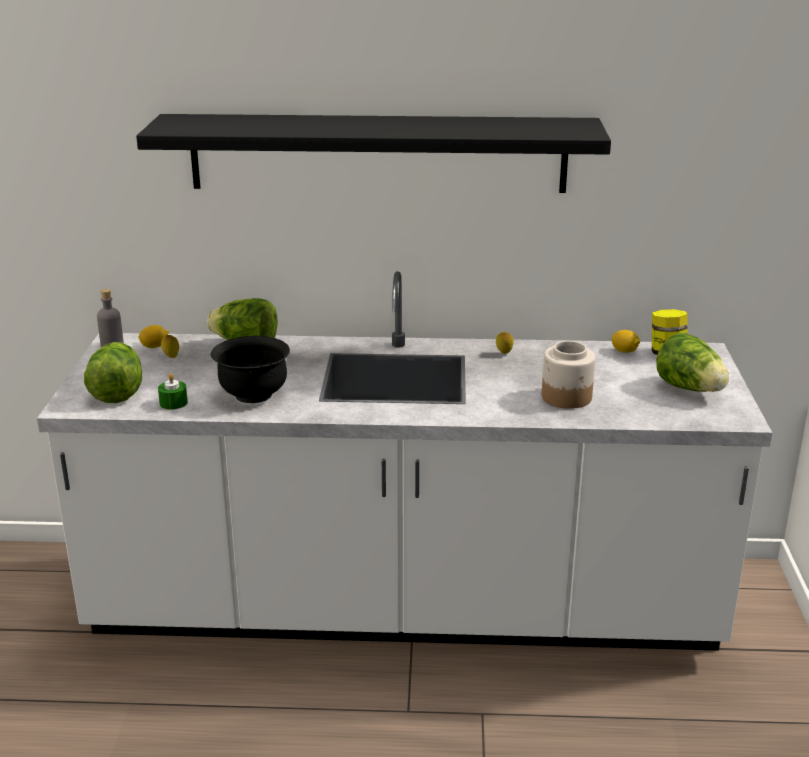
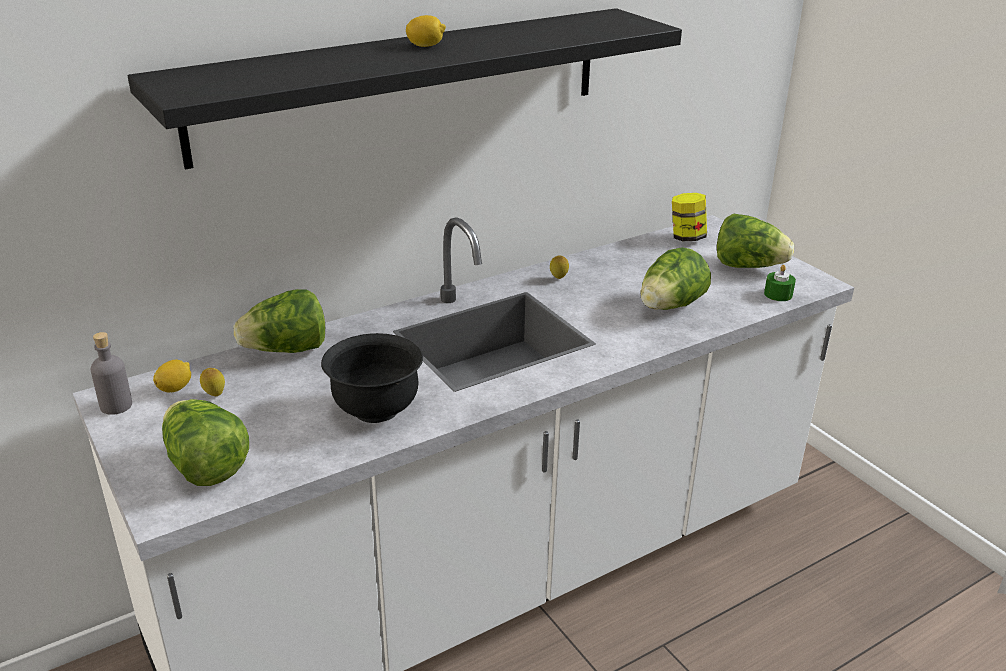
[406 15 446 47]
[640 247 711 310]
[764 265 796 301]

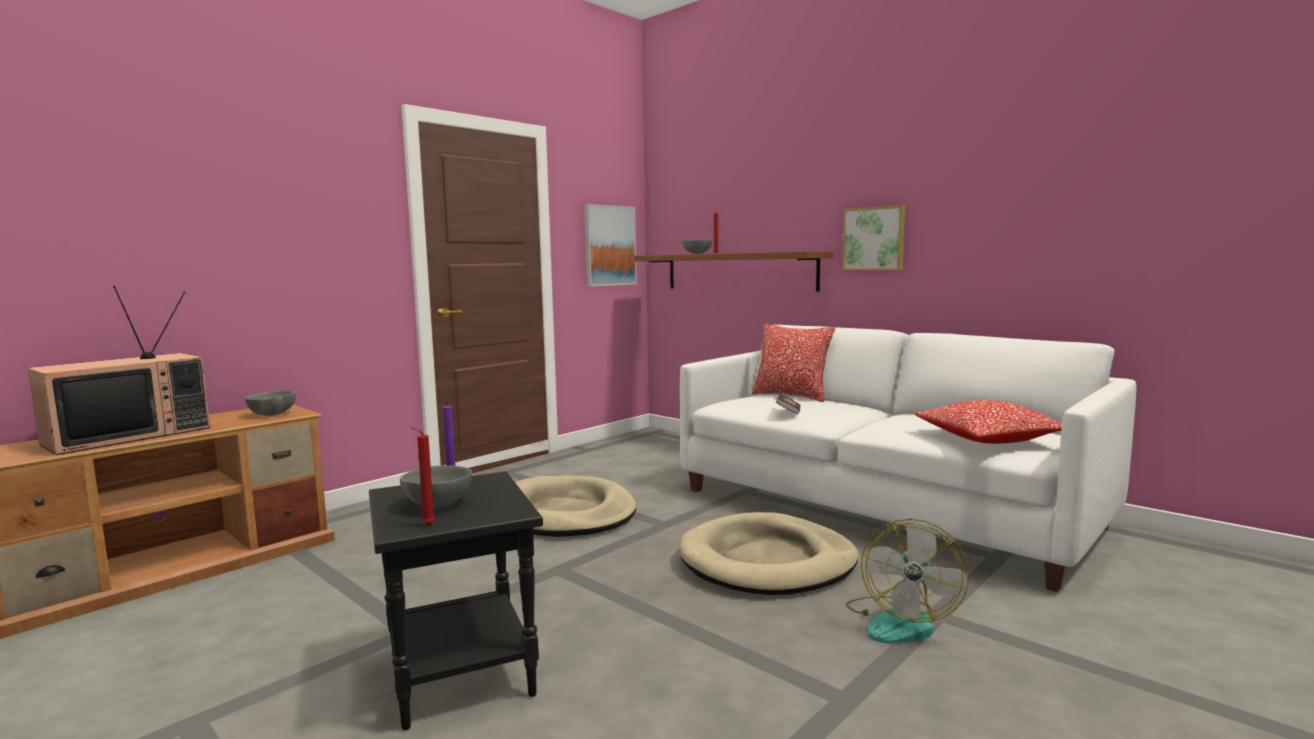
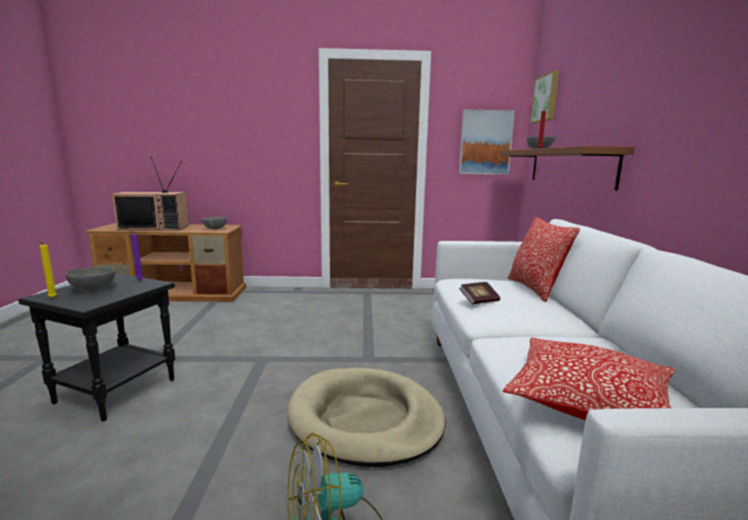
[530 70 559 123]
[38 239 57 298]
[515 475 637 537] (first image)

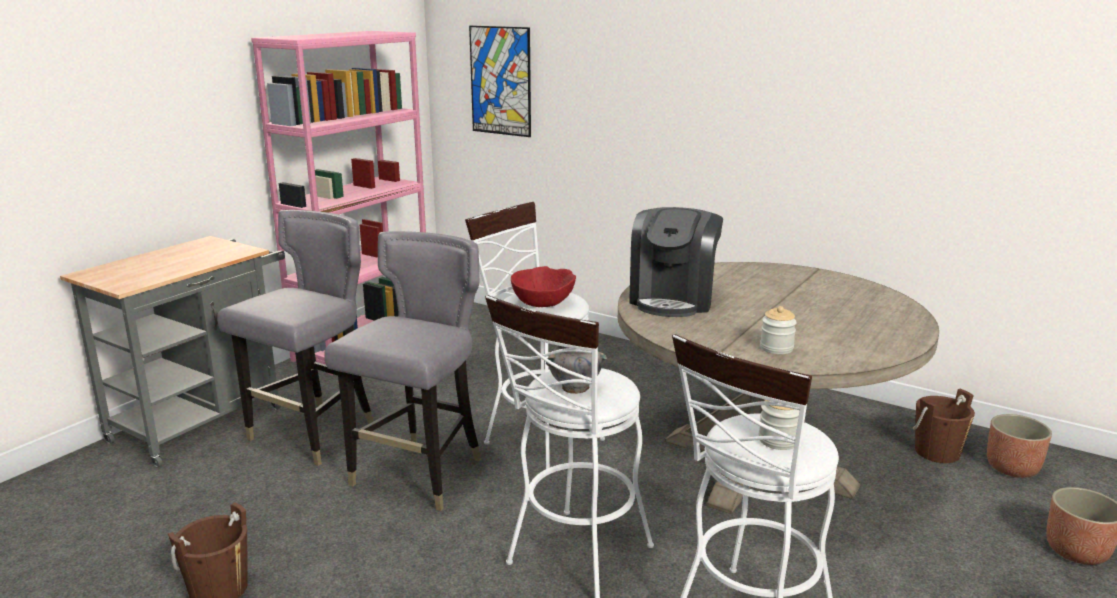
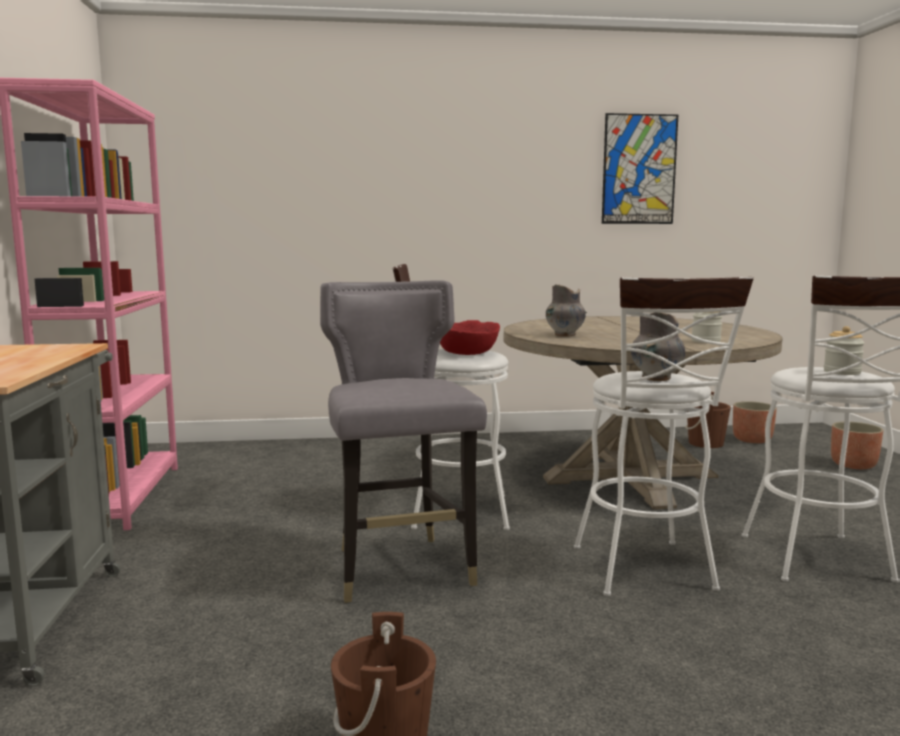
[602 113 678 224]
[546 284 587 337]
[217 210 374 466] (first image)

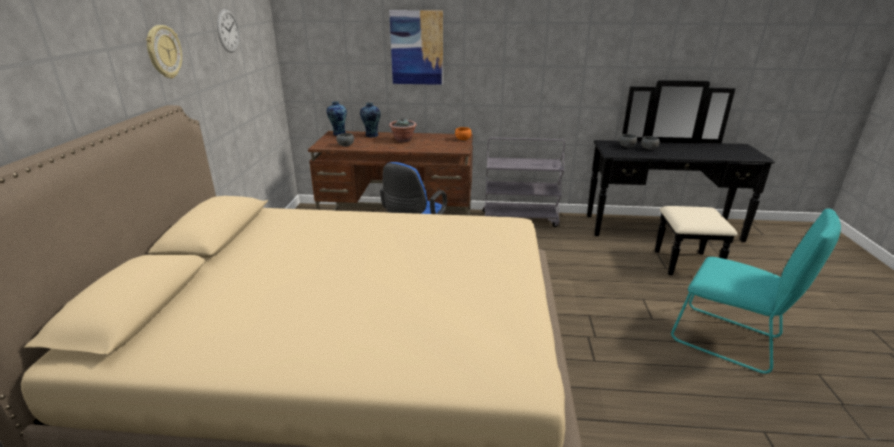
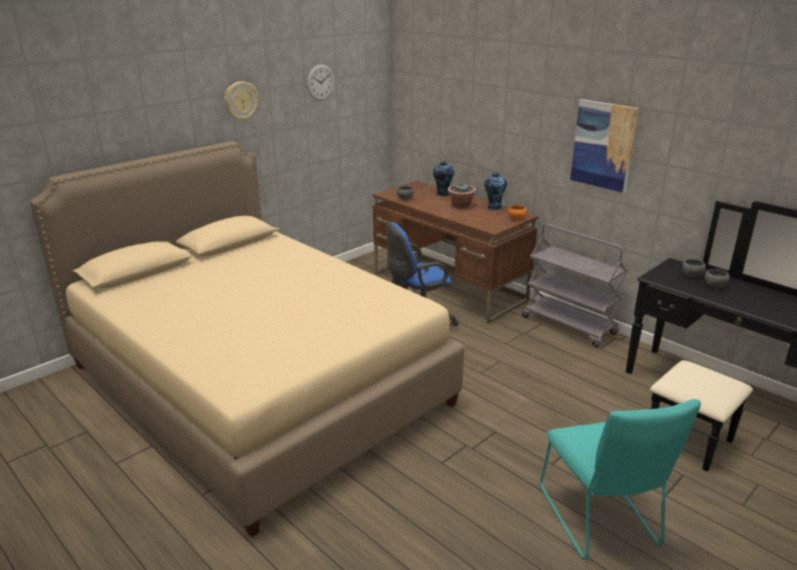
[570 99 639 193]
[485 173 507 210]

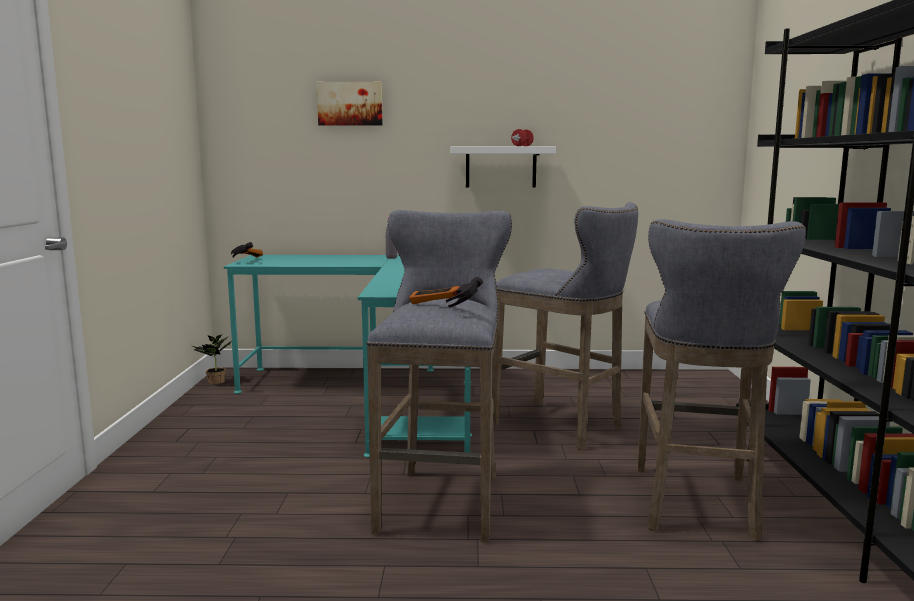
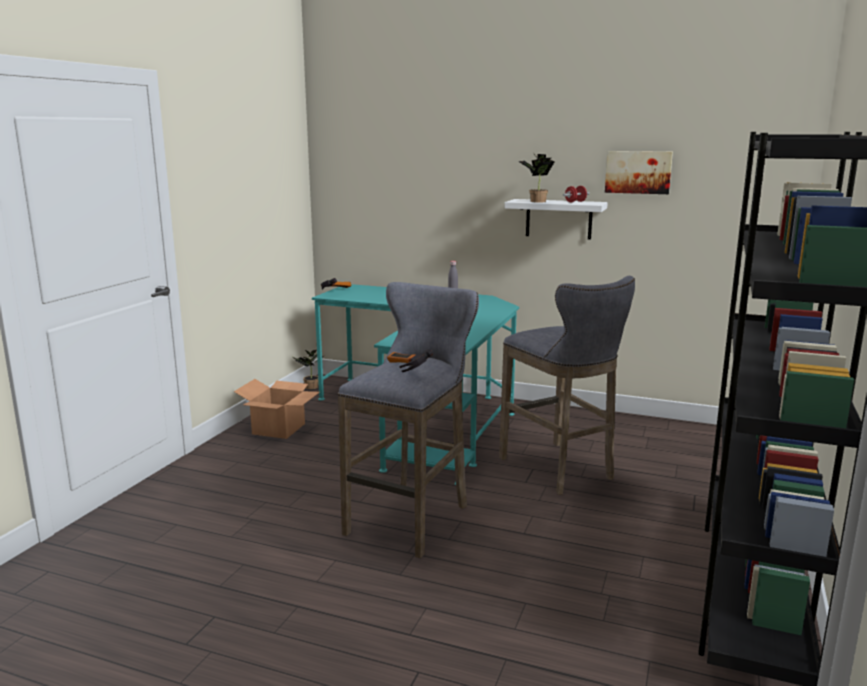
[605 151 673 194]
[637 219 806 542] (first image)
[518 154 554 203]
[234 379 319 439]

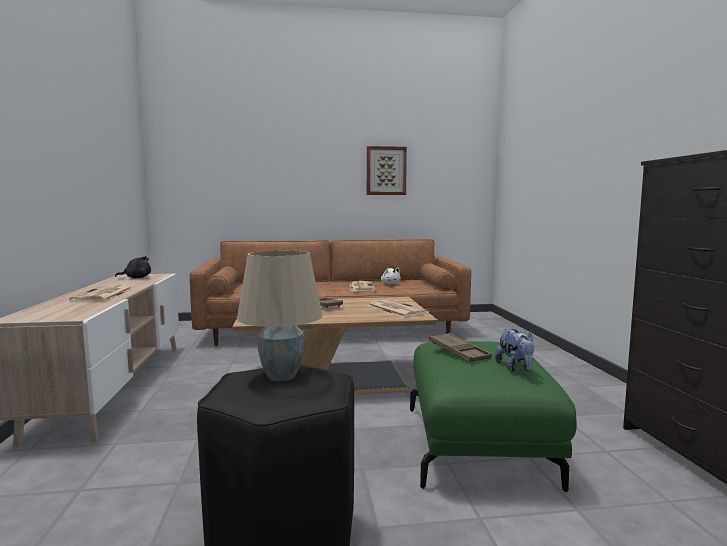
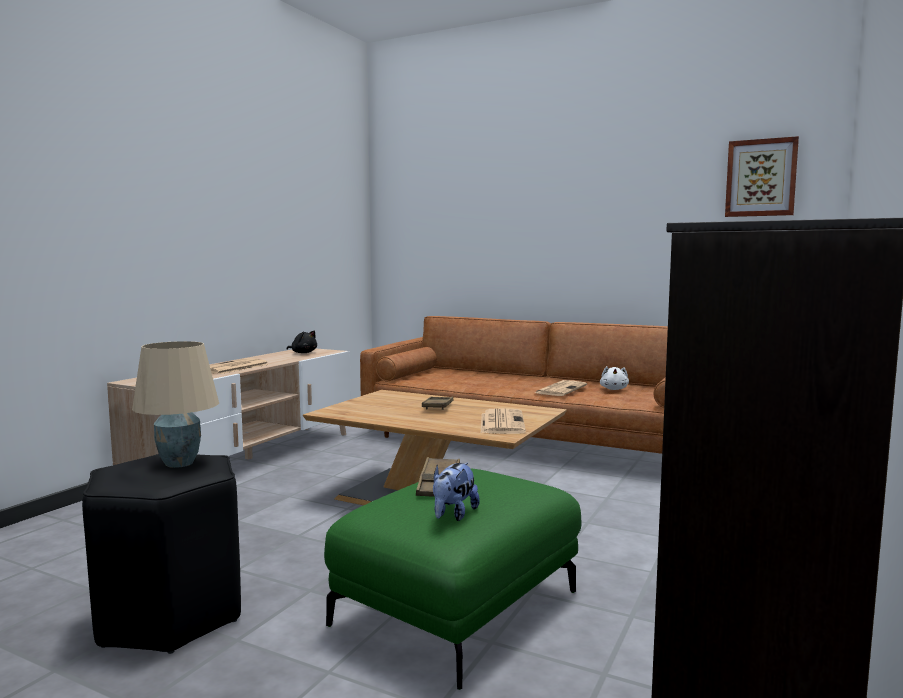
[725 136 799 217]

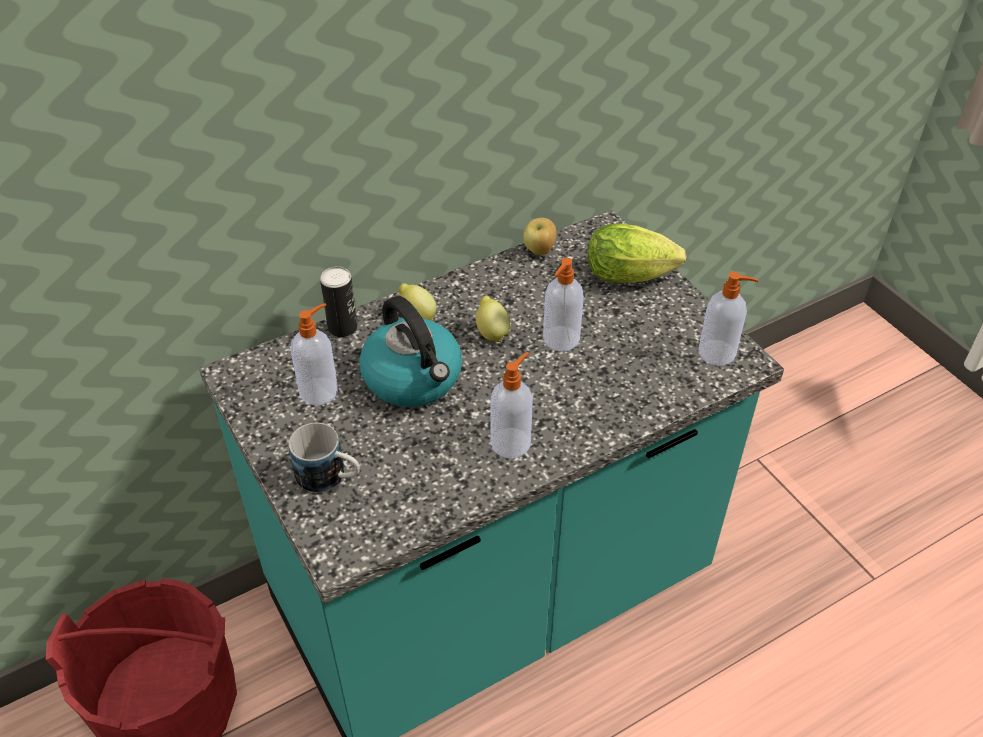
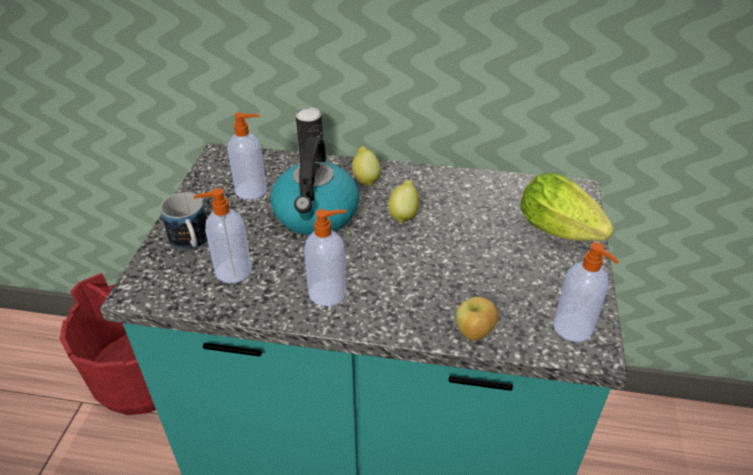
[456 297 498 341]
[194 188 252 283]

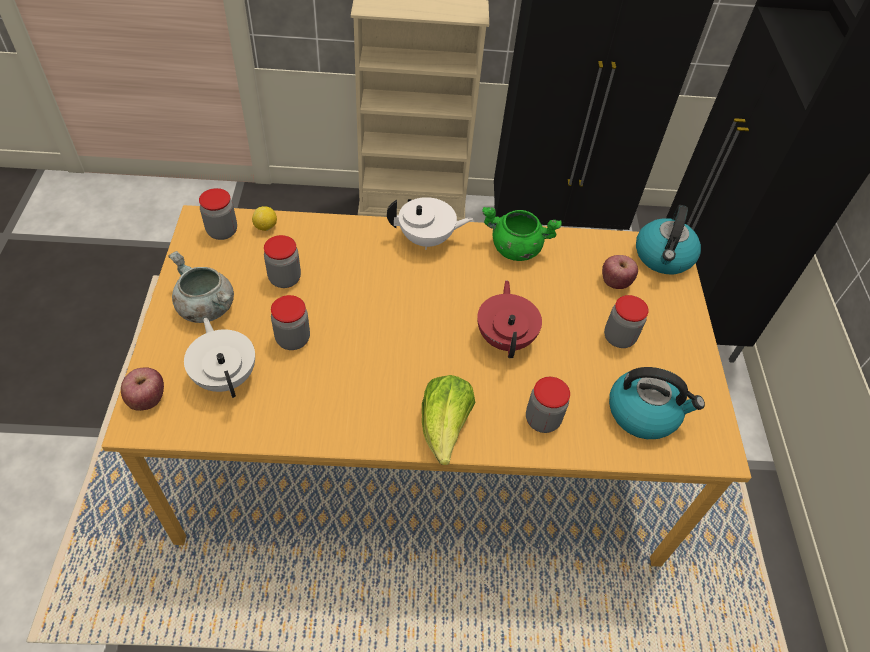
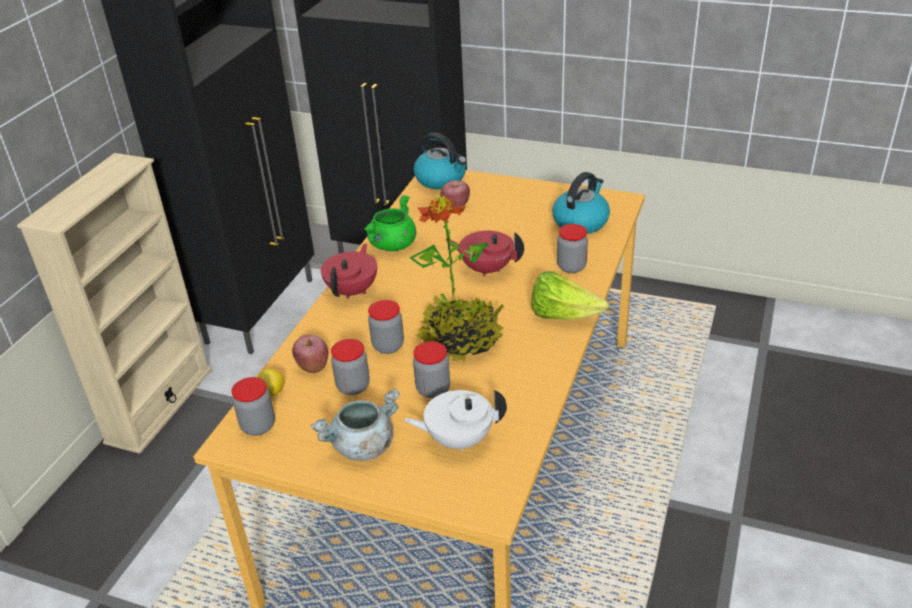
[321 244 377 299]
[368 300 404 354]
[292 334 328 373]
[409 196 504 362]

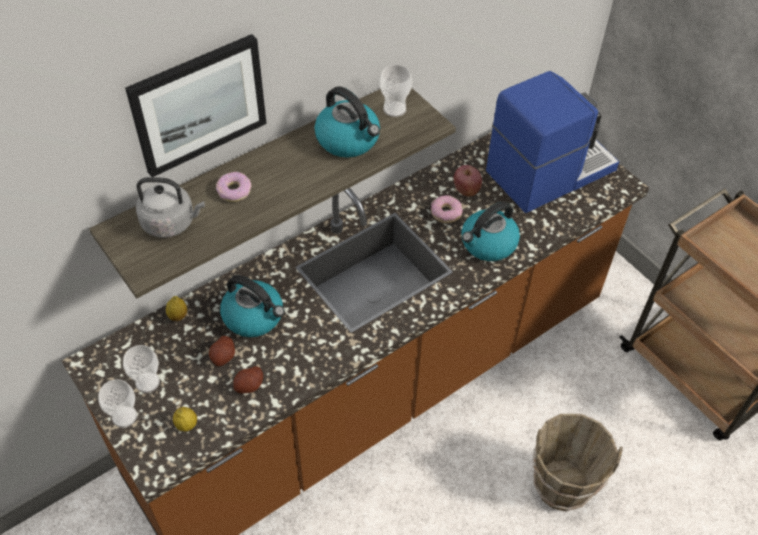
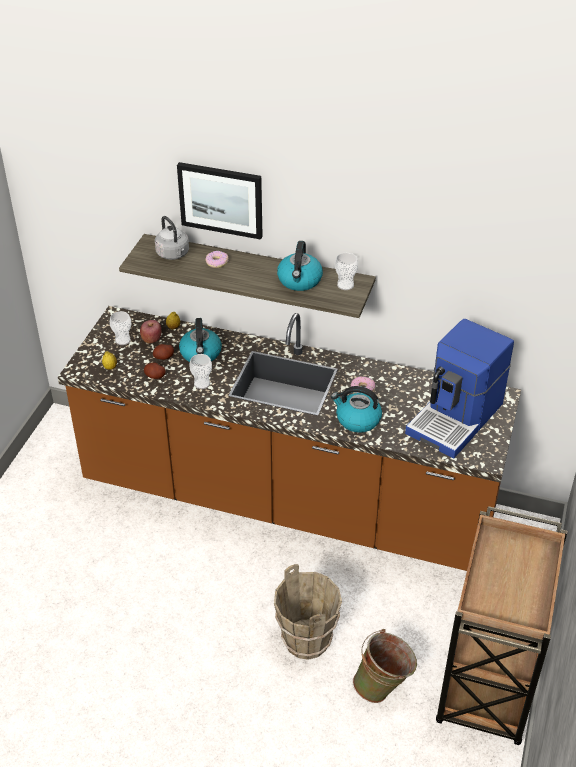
[405 319 514 458]
[140 320 161 343]
[190 354 212 389]
[353 629 417 703]

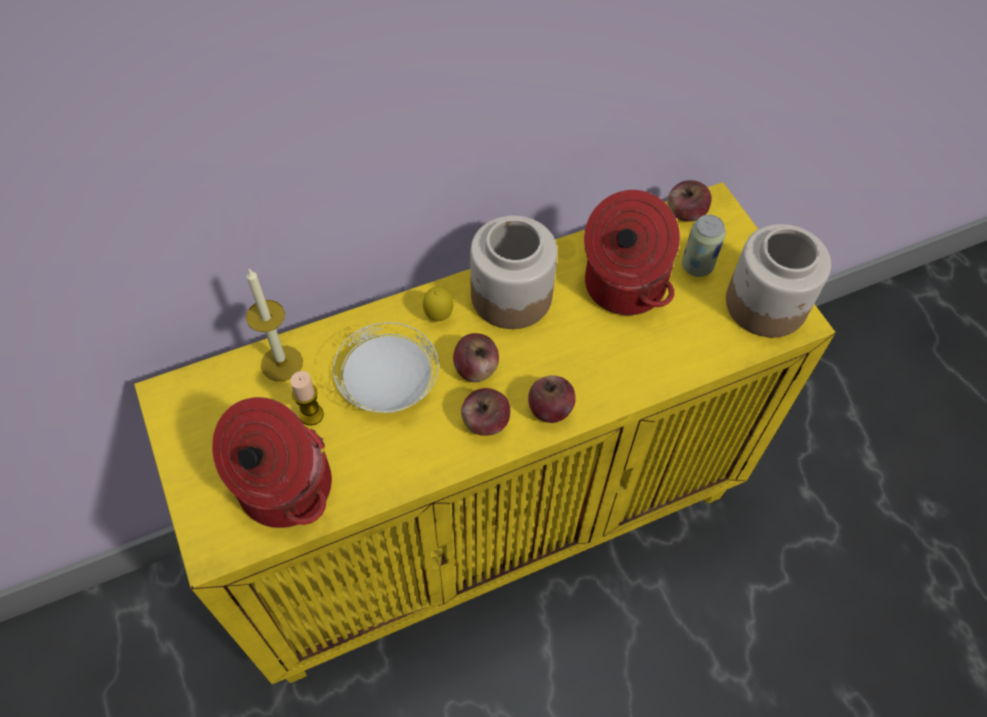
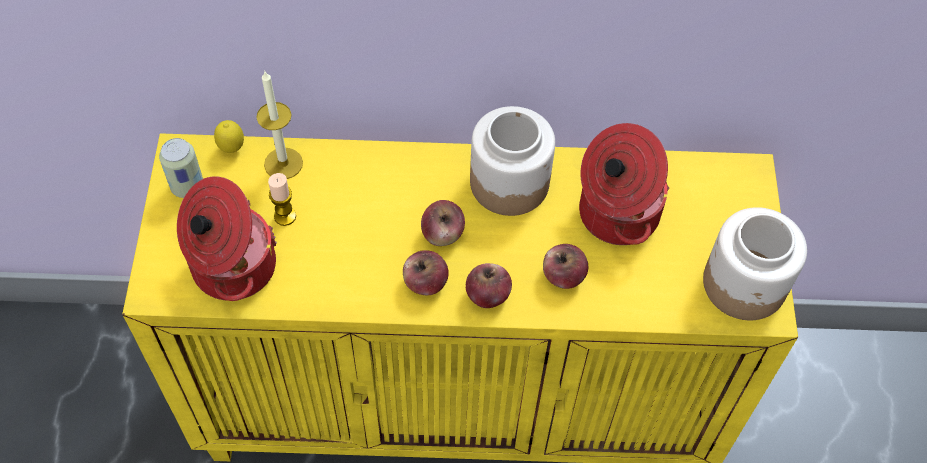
[543 244 588 289]
[159 138 203 198]
[214 120 244 153]
[333 322 439 414] (first image)

